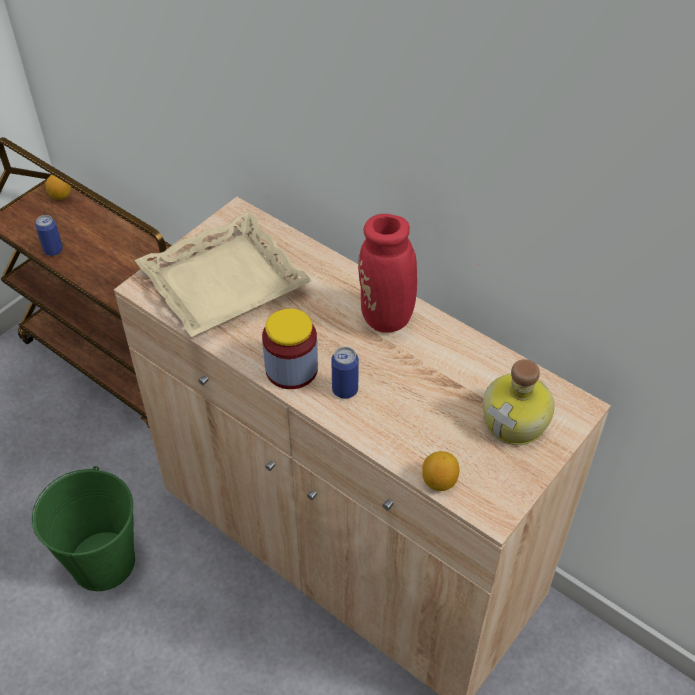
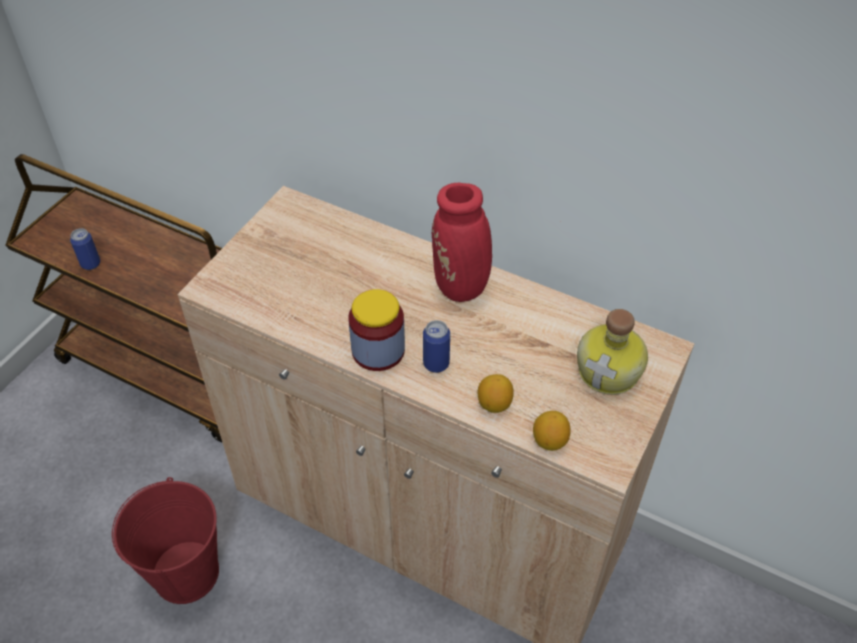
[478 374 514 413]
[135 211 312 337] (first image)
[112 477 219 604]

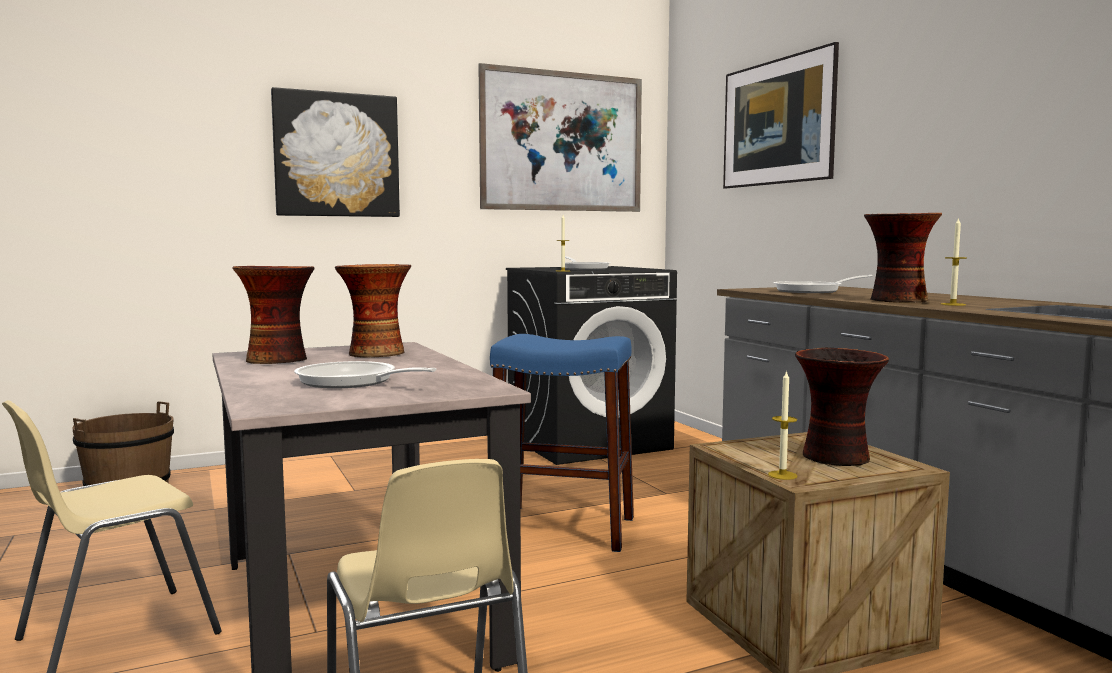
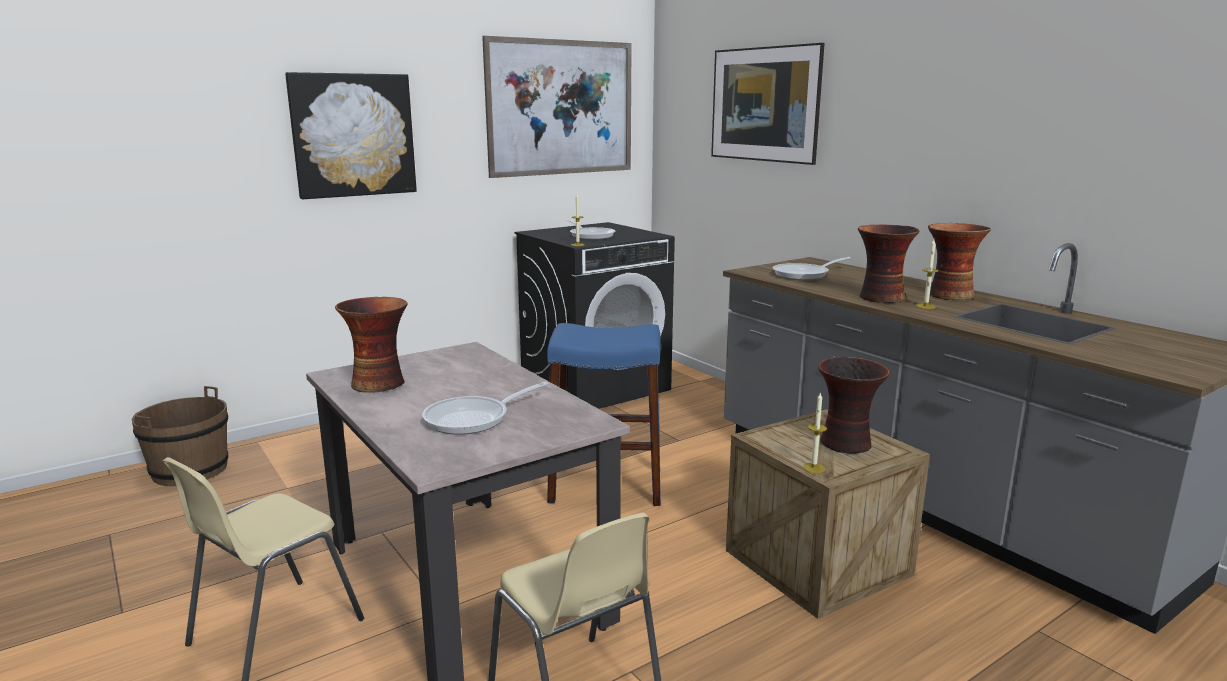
[928 223 991 300]
[422 382 549 435]

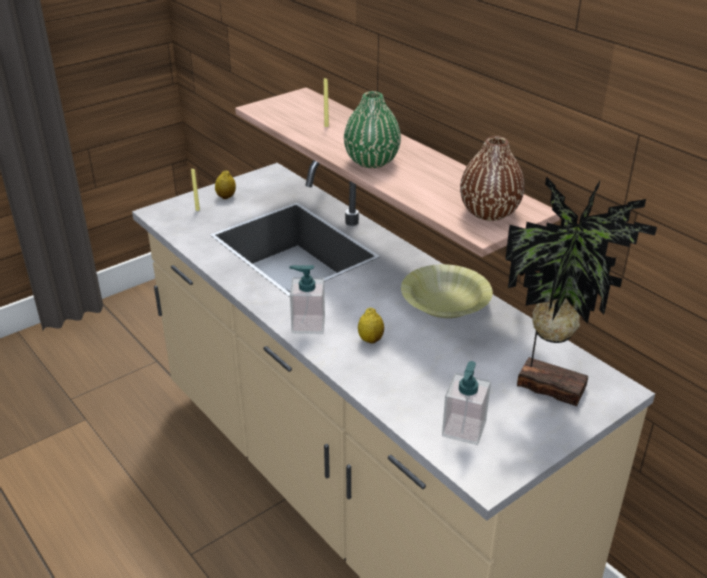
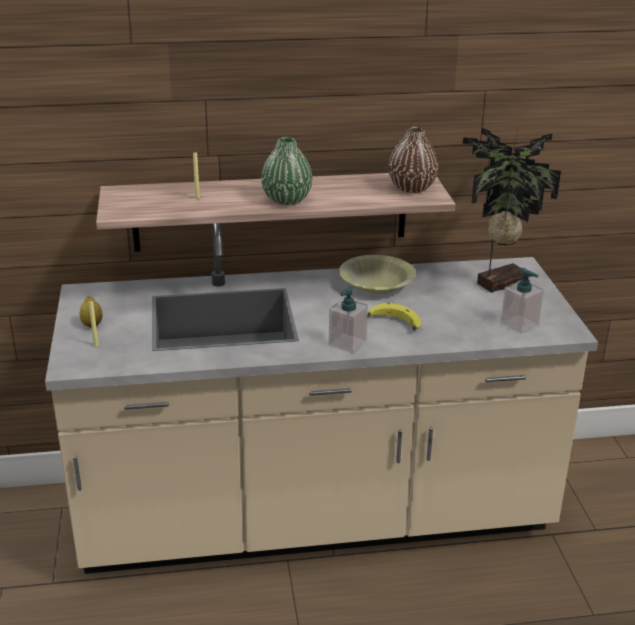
[368 303 422 330]

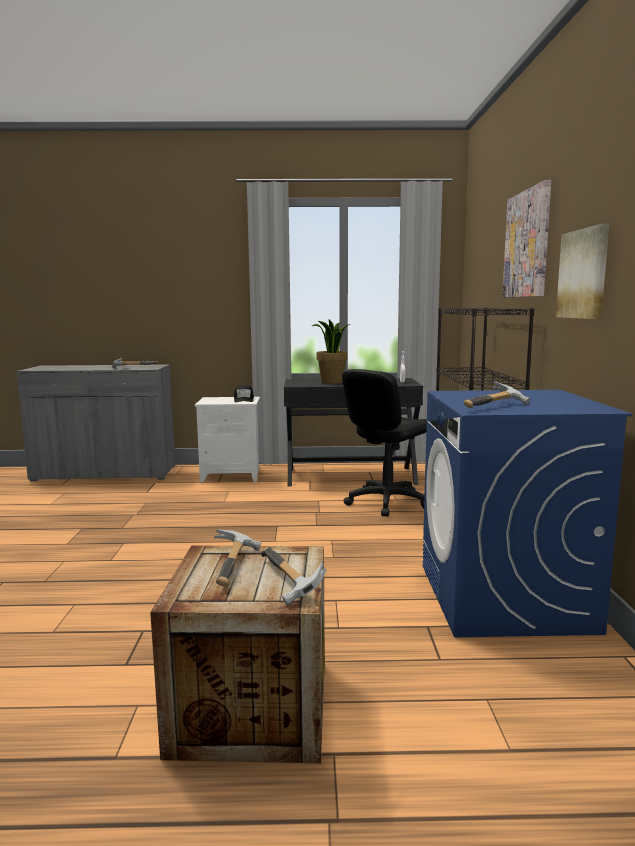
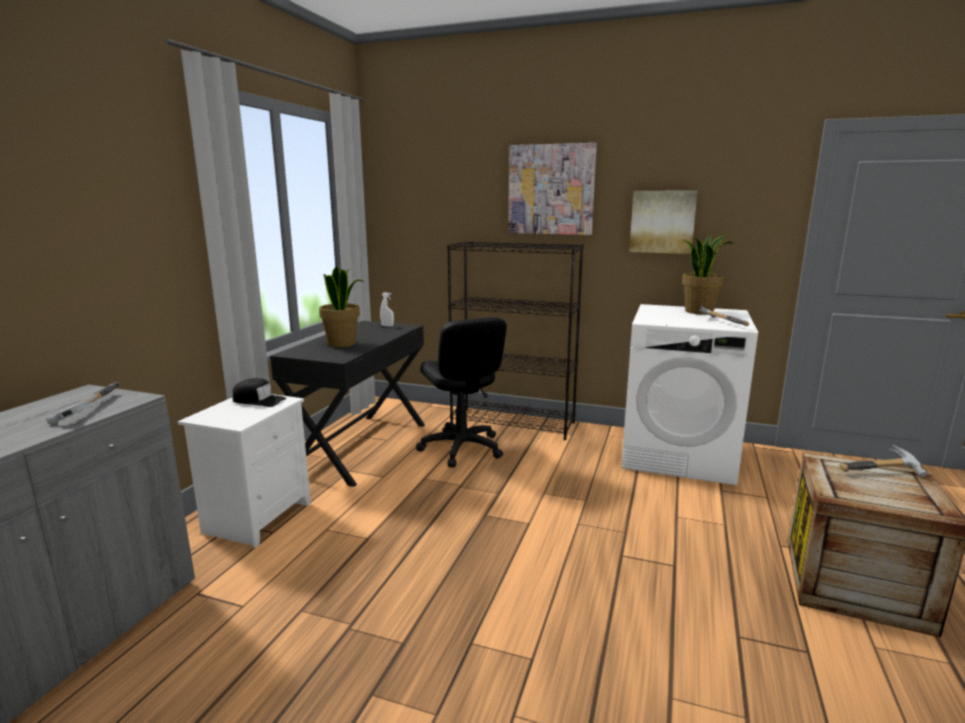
[621 304 758 485]
[214 529 261 587] (first image)
[682 235 734 315]

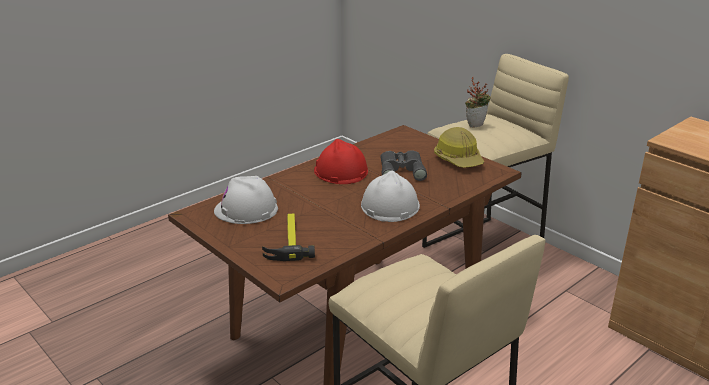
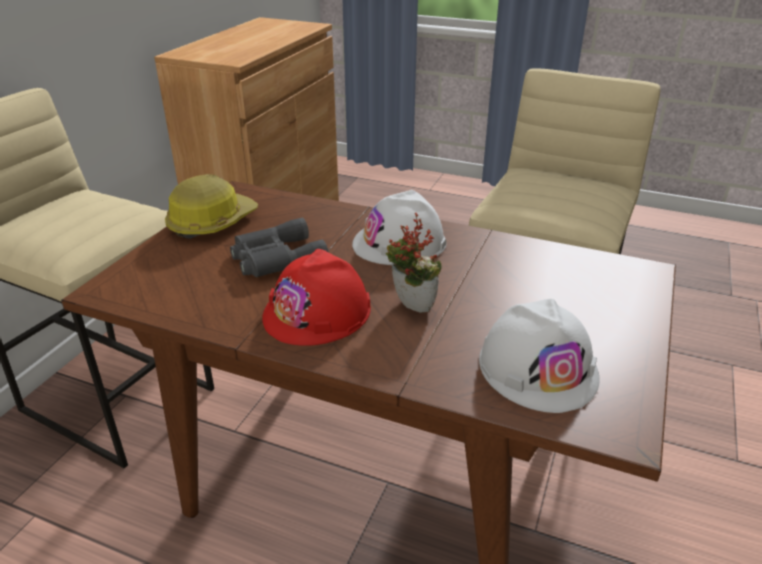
[386 213 442 313]
[262 214 315 261] (first image)

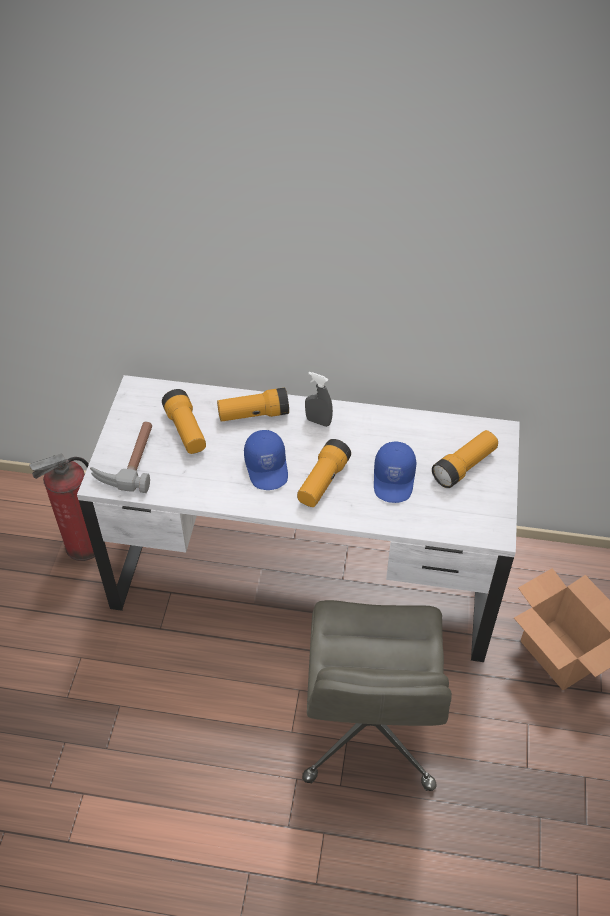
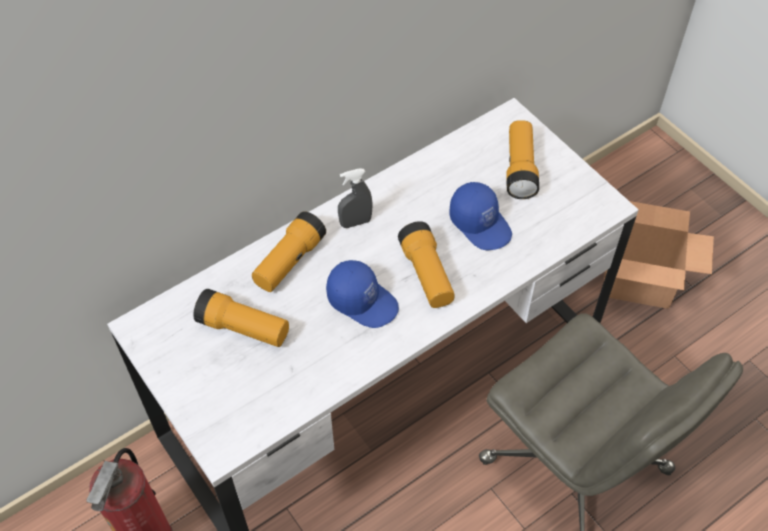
[90 421 152 493] (first image)

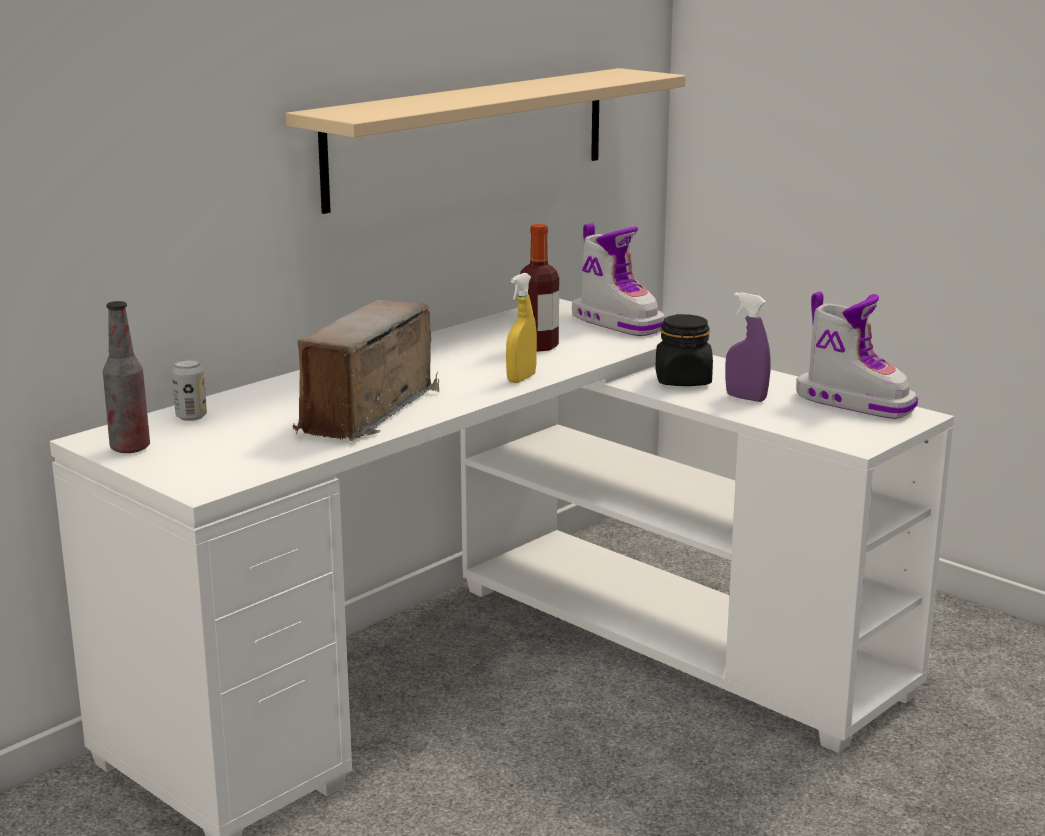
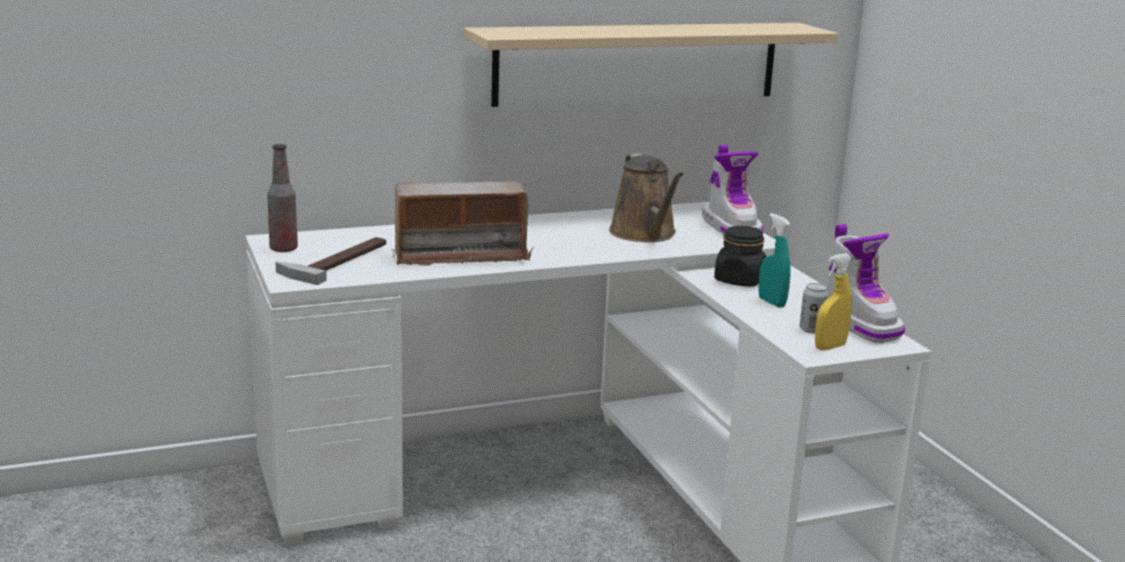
[609 153 684 242]
[815 253 852 351]
[759 213 791 308]
[391 181 534 266]
[800 283 829 334]
[276 237 386 285]

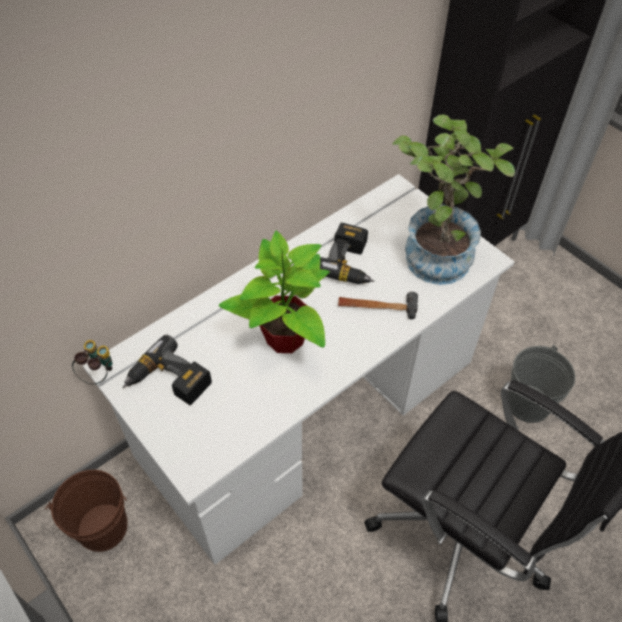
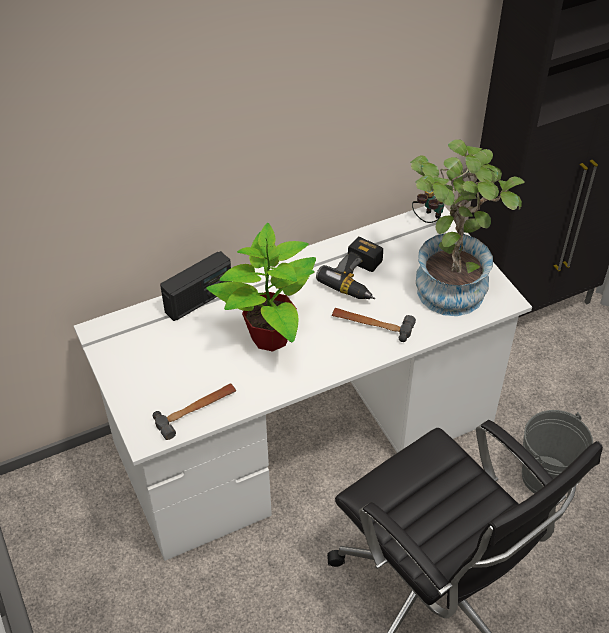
[122 335 212 405] (first image)
[412 189 444 223]
[45 470 127 552] (first image)
[160 251 231 321]
[153 383 236 440]

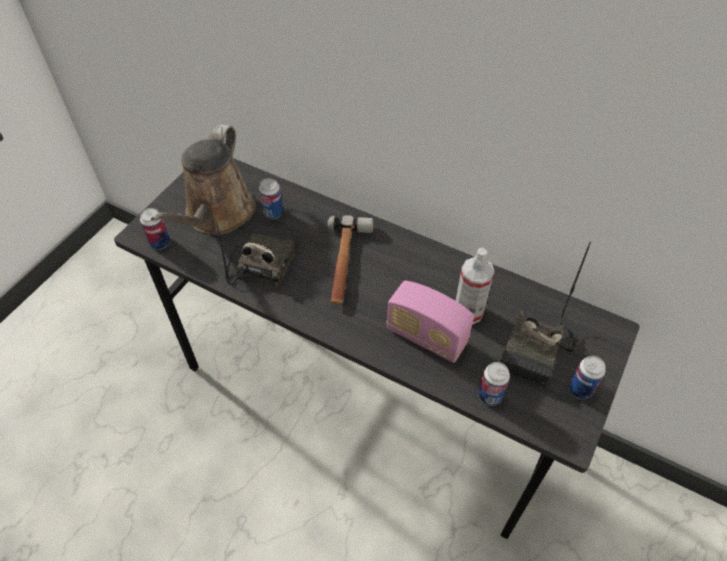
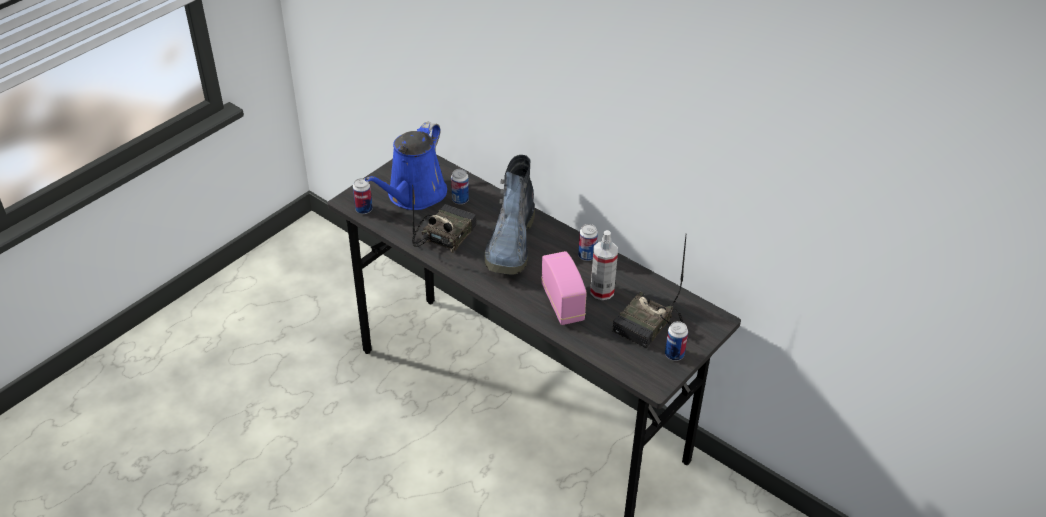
[365 122 447 210]
[485 155 535 275]
[541 251 587 325]
[578 224 598 261]

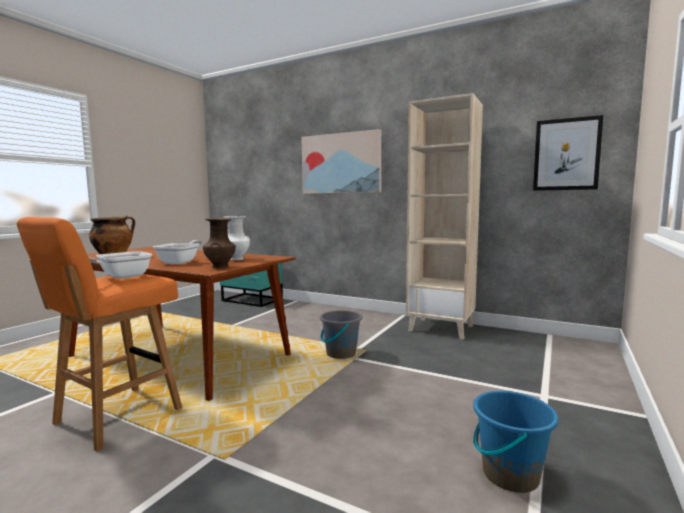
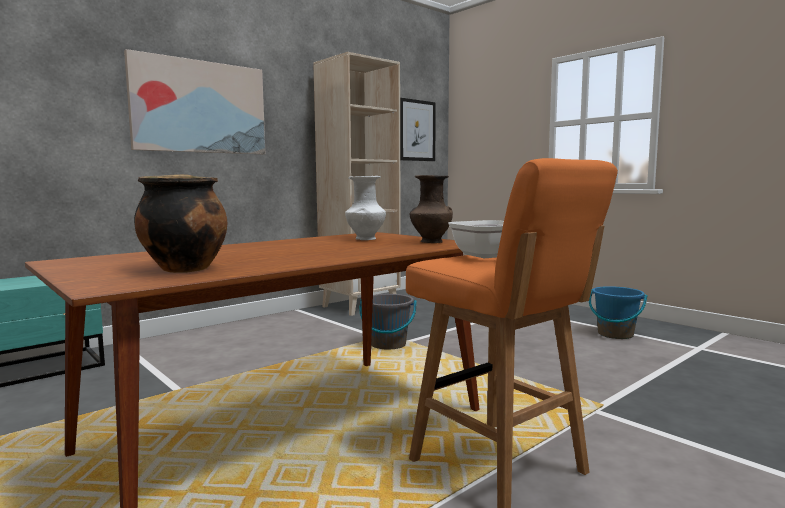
[153 240 202 264] (first image)

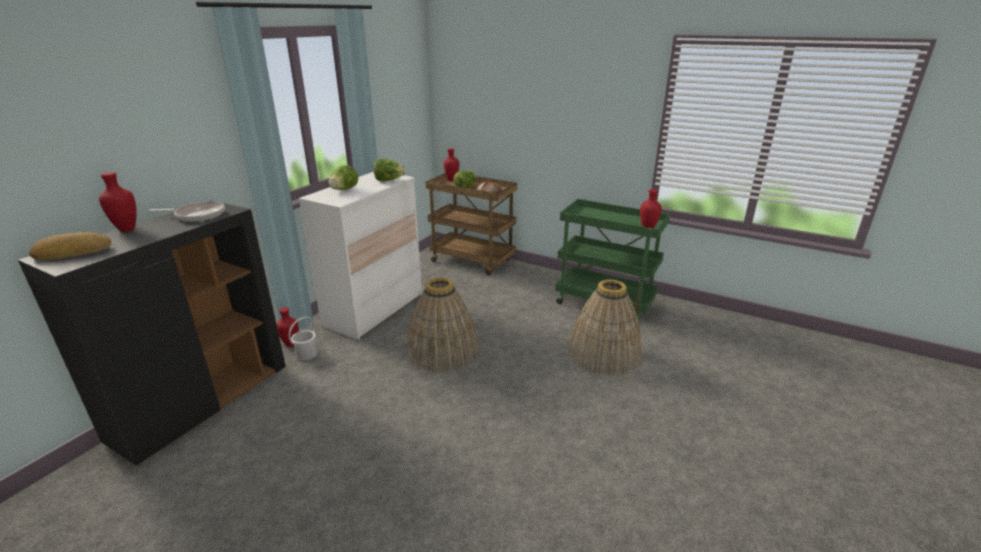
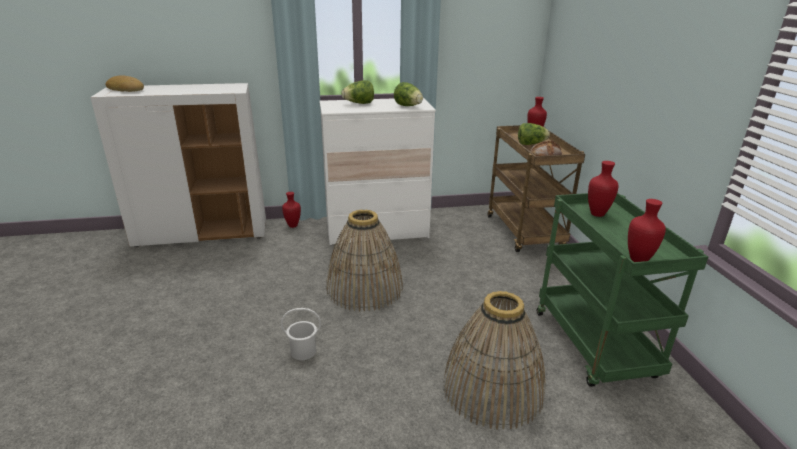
[588 161 619 217]
[90 83 266 247]
[149 202 225 222] (first image)
[281 308 321 360]

